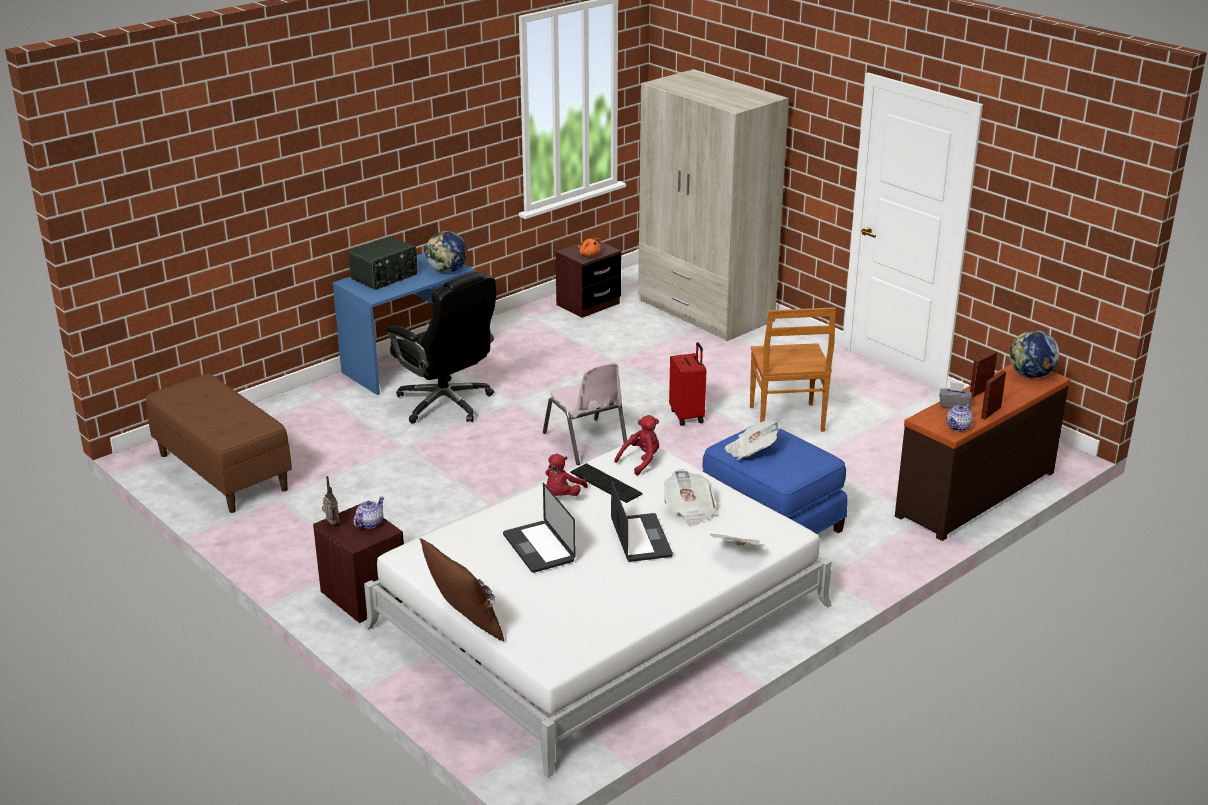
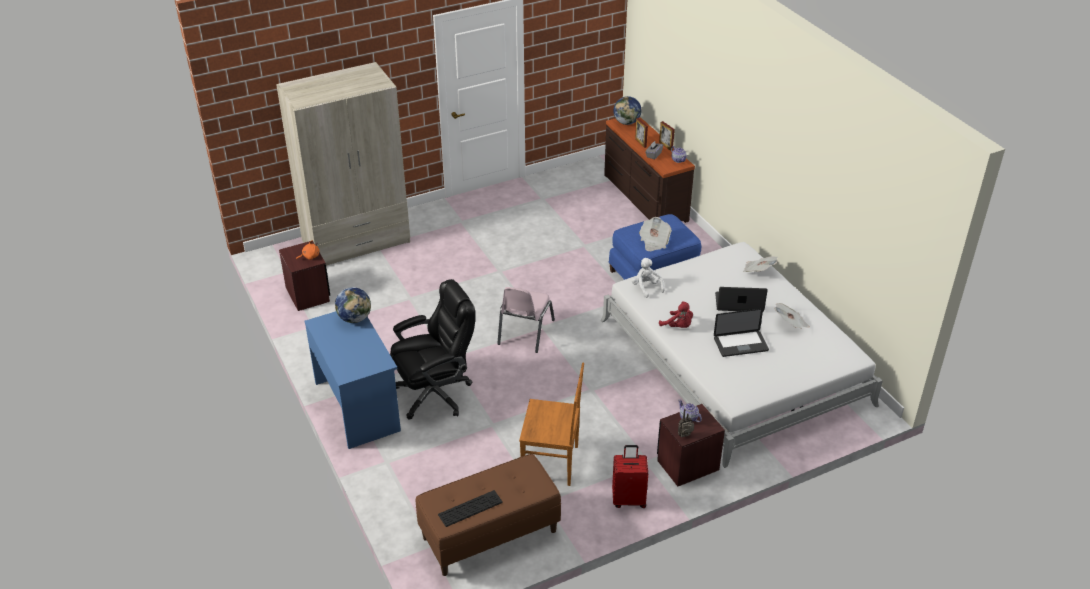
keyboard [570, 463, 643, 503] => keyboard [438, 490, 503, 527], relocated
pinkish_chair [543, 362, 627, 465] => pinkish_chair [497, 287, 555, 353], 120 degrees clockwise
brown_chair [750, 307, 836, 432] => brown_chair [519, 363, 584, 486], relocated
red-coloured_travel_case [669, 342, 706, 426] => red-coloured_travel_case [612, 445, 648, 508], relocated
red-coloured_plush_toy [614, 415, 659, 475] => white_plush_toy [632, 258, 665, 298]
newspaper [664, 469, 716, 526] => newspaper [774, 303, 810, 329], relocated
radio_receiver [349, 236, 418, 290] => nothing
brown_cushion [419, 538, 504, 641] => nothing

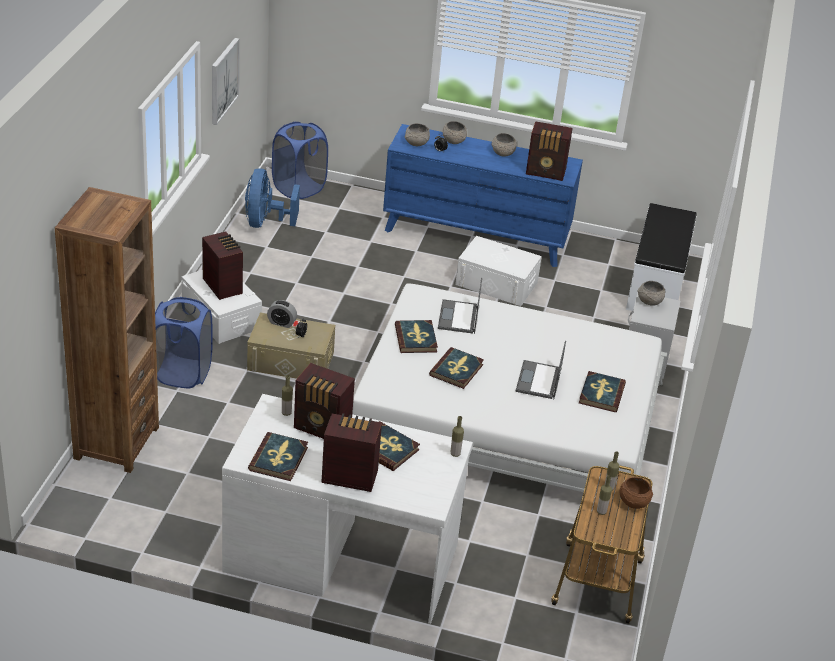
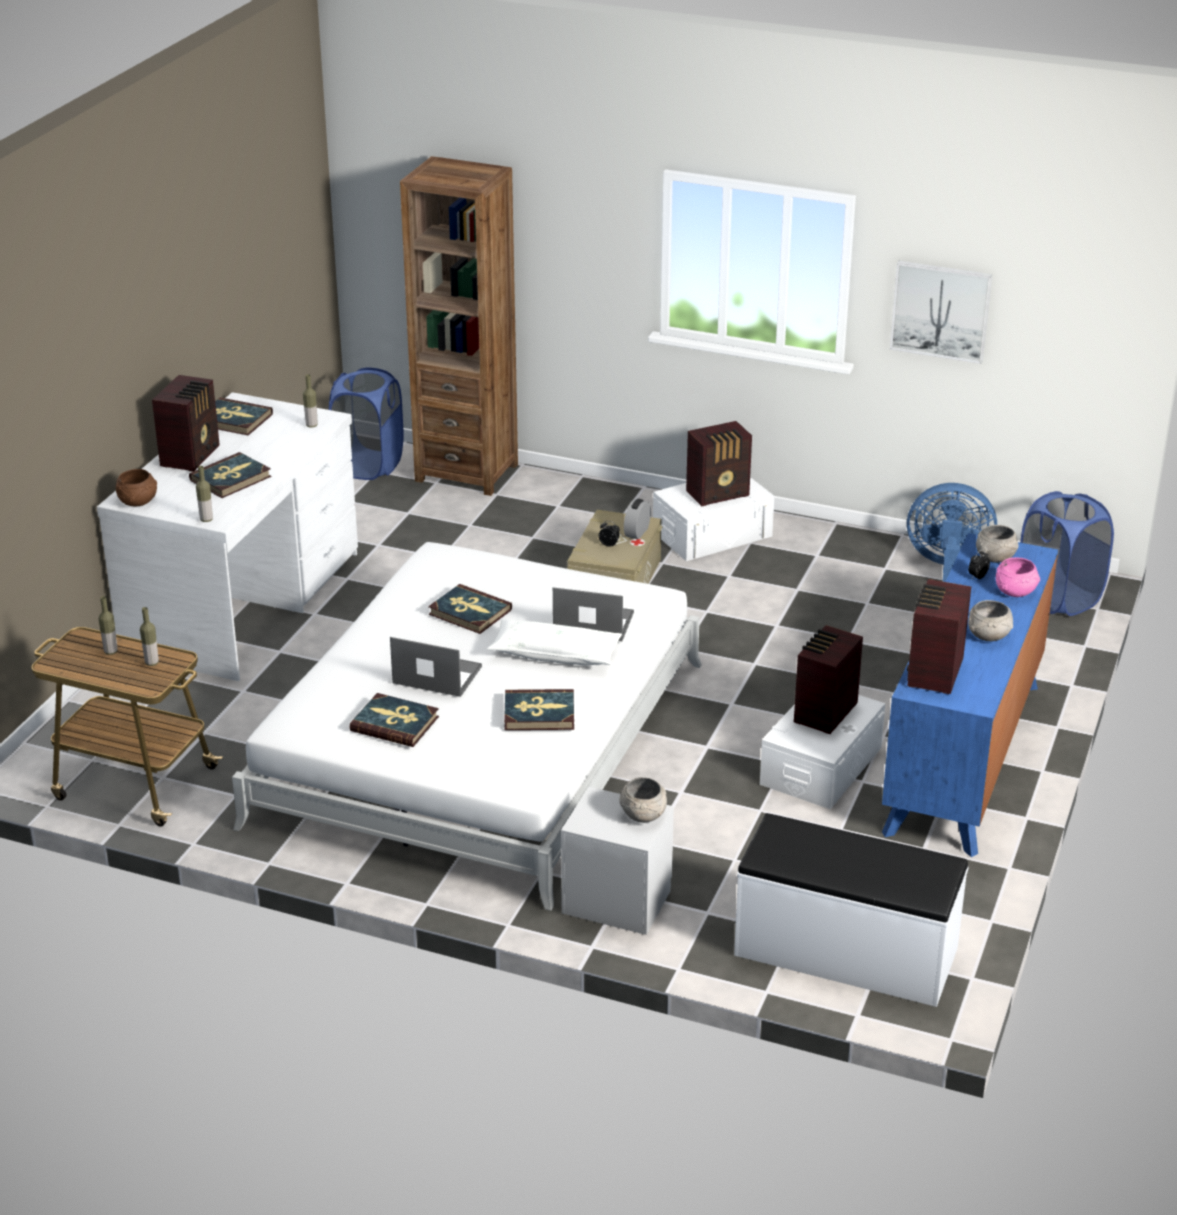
brown_bowl [619, 477, 653, 509] => brown_bowl [116, 469, 157, 506], relocated
bluish_laundry_basket [155, 297, 212, 388] => bluish_laundry_basket [329, 368, 404, 480], relocated
nothing => white_cushion [487, 618, 622, 665]
bound_book [395, 320, 438, 353] => bound_book [504, 689, 574, 730], relocated
radio_receiver [294, 363, 355, 439] => radio_receiver [794, 625, 863, 734], relocated
gray_bowl [442, 121, 467, 144] => pinkish_bowl [996, 557, 1040, 597]

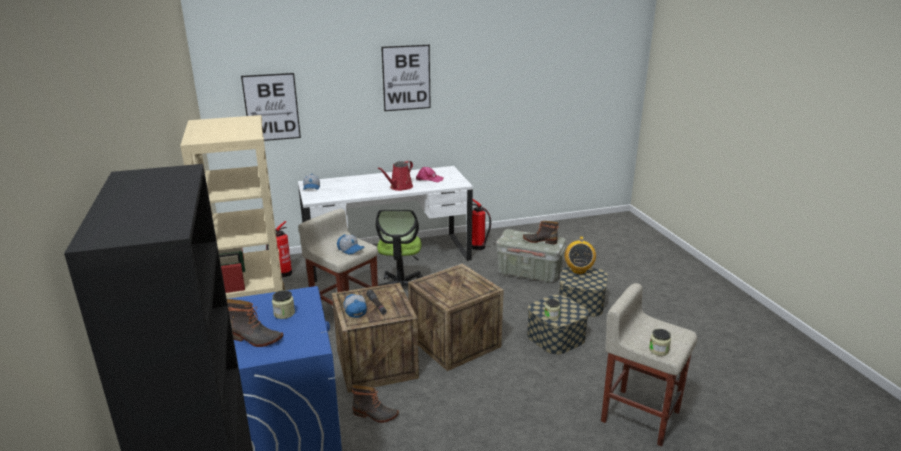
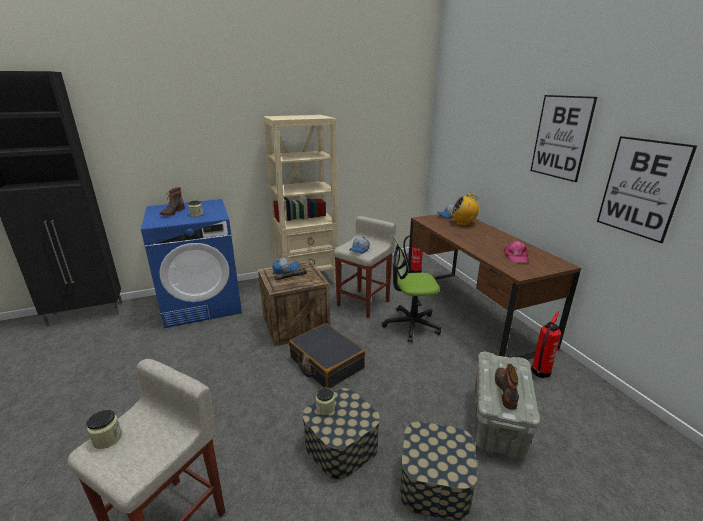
packing_crate [408, 264, 504, 371] => black_travel_case [289, 323, 365, 388]
white_desk_unit [298, 166, 473, 282] => brown_desk_unit [408, 214, 581, 360]
radio_receiver [564, 236, 596, 274] => radio_receiver [451, 194, 479, 226], relocated
wall_picture [241, 73, 301, 141] => wall_picture [597, 136, 697, 243], relocated
high-top_boot [352, 385, 399, 423] => nothing
red-coloured_watering_can [378, 161, 413, 191] => nothing

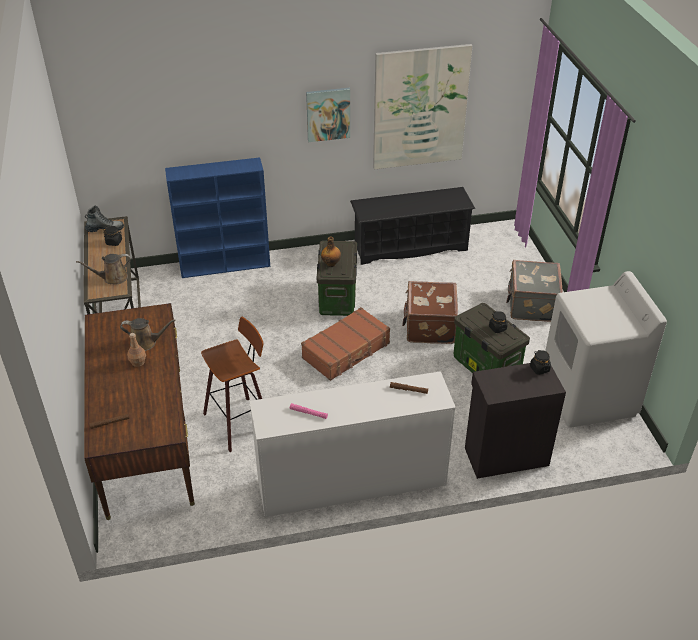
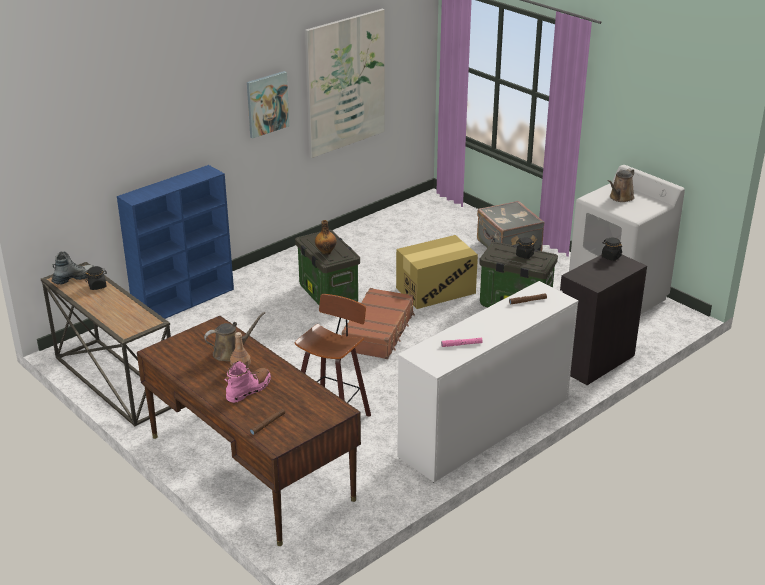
nothing => pinkish_high-top_boot [224, 361, 271, 403]
brown_travel_case [402, 281, 458, 344] => cardboard_box [396, 235, 478, 309]
brown_watering_can [76, 254, 131, 284] => brown_watering_can [608, 169, 635, 202], relocated
black_shoe_stand [350, 187, 475, 265] => nothing

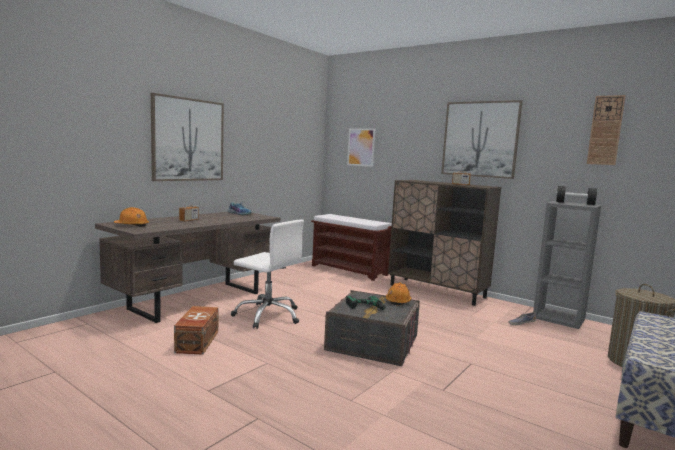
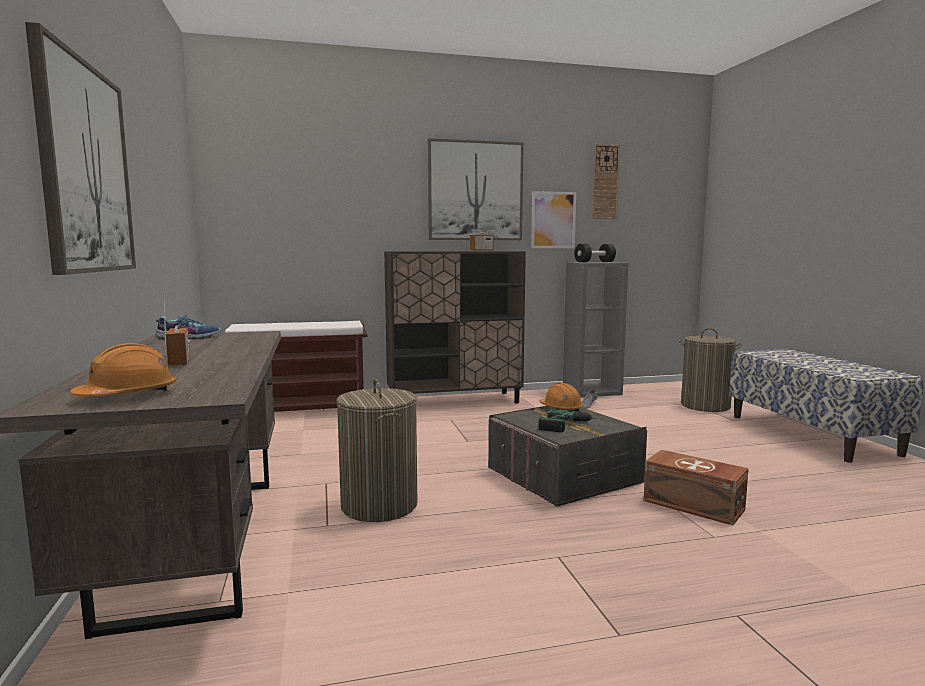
white_office_chair [231, 219, 304, 329] => laundry_basket [337, 379, 417, 522]
wall_picture [347, 128, 375, 167] => wall_picture [531, 191, 576, 248], relocated
brown_storage_container [174, 306, 219, 355] => brown_storage_container [643, 450, 749, 525], relocated

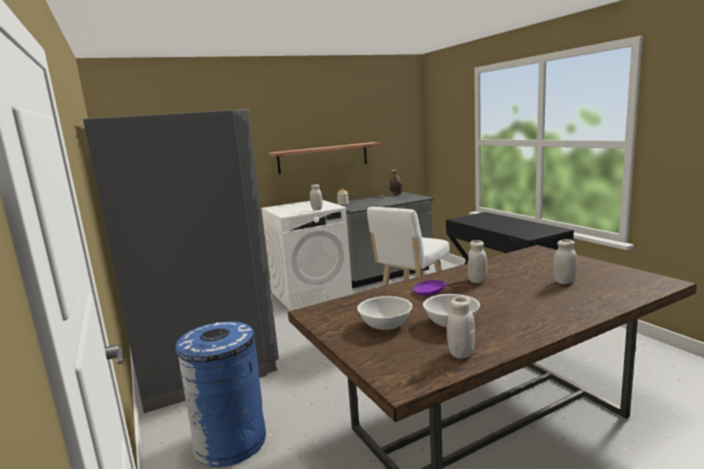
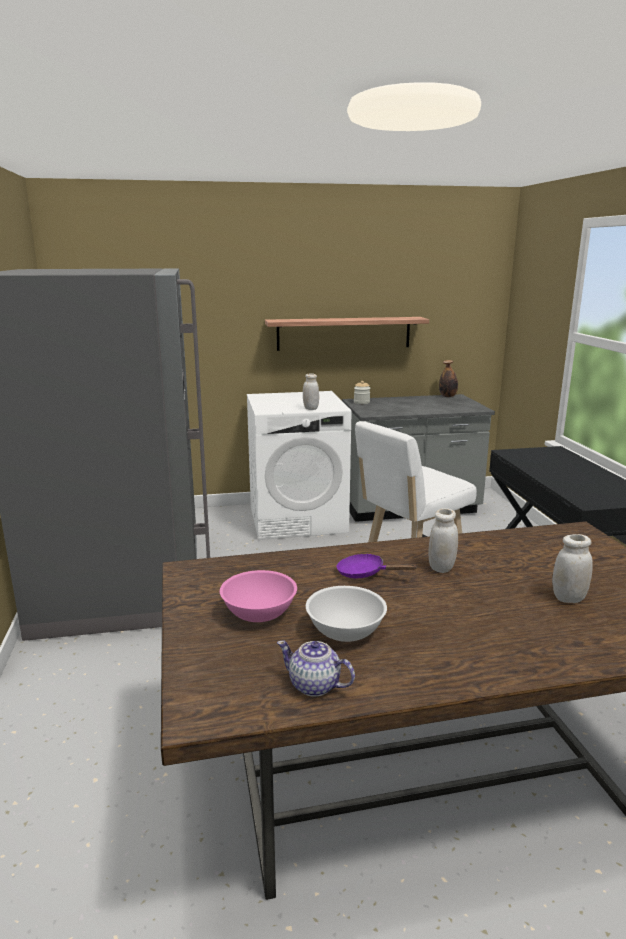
white_bowl [357, 296, 412, 330] => pinkish_bowl [220, 570, 297, 622]
white_jar [447, 297, 475, 359] => tea_pot [277, 640, 355, 697]
bluish_rubbish_bin [175, 321, 266, 467] => nothing

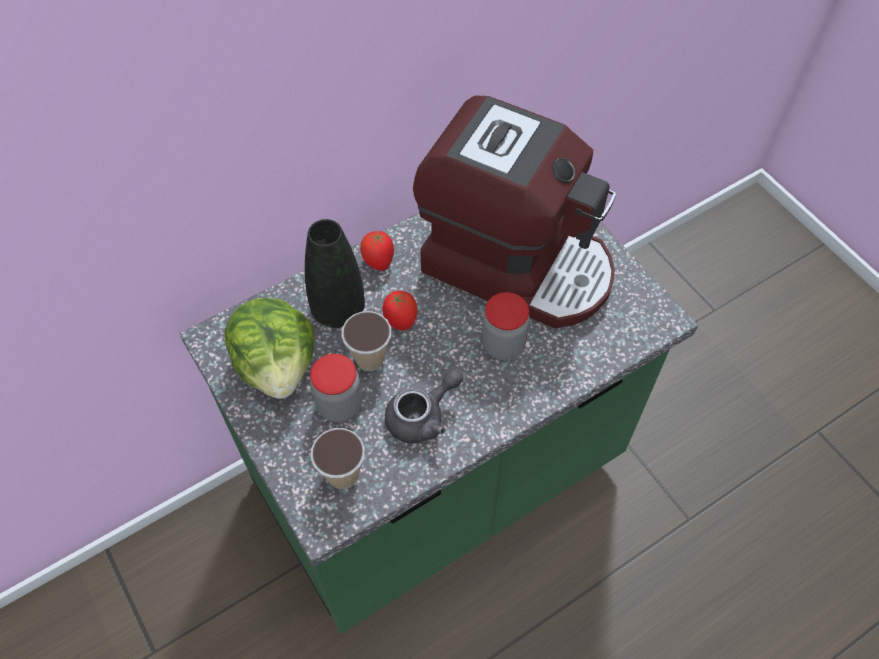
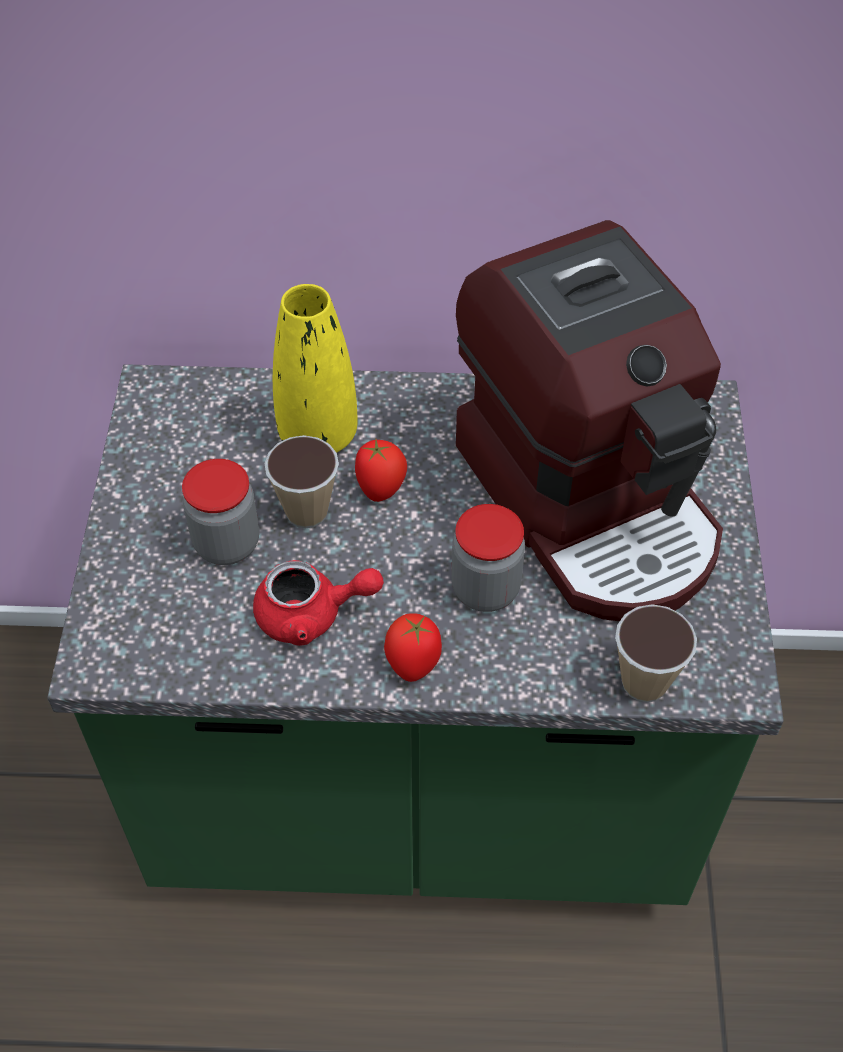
gray_tea_pot [385, 369, 463, 443] => red-coloured_tea_pot [253, 560, 384, 646]
black_vase [305, 219, 365, 328] => yellow_vase [273, 284, 357, 453]
fresh_tomato [360, 231, 394, 271] => fresh_tomato [384, 613, 442, 682], relocated
small_cup [310, 428, 365, 489] => small_cup [615, 604, 697, 702], relocated
lettuce [225, 298, 314, 399] => nothing

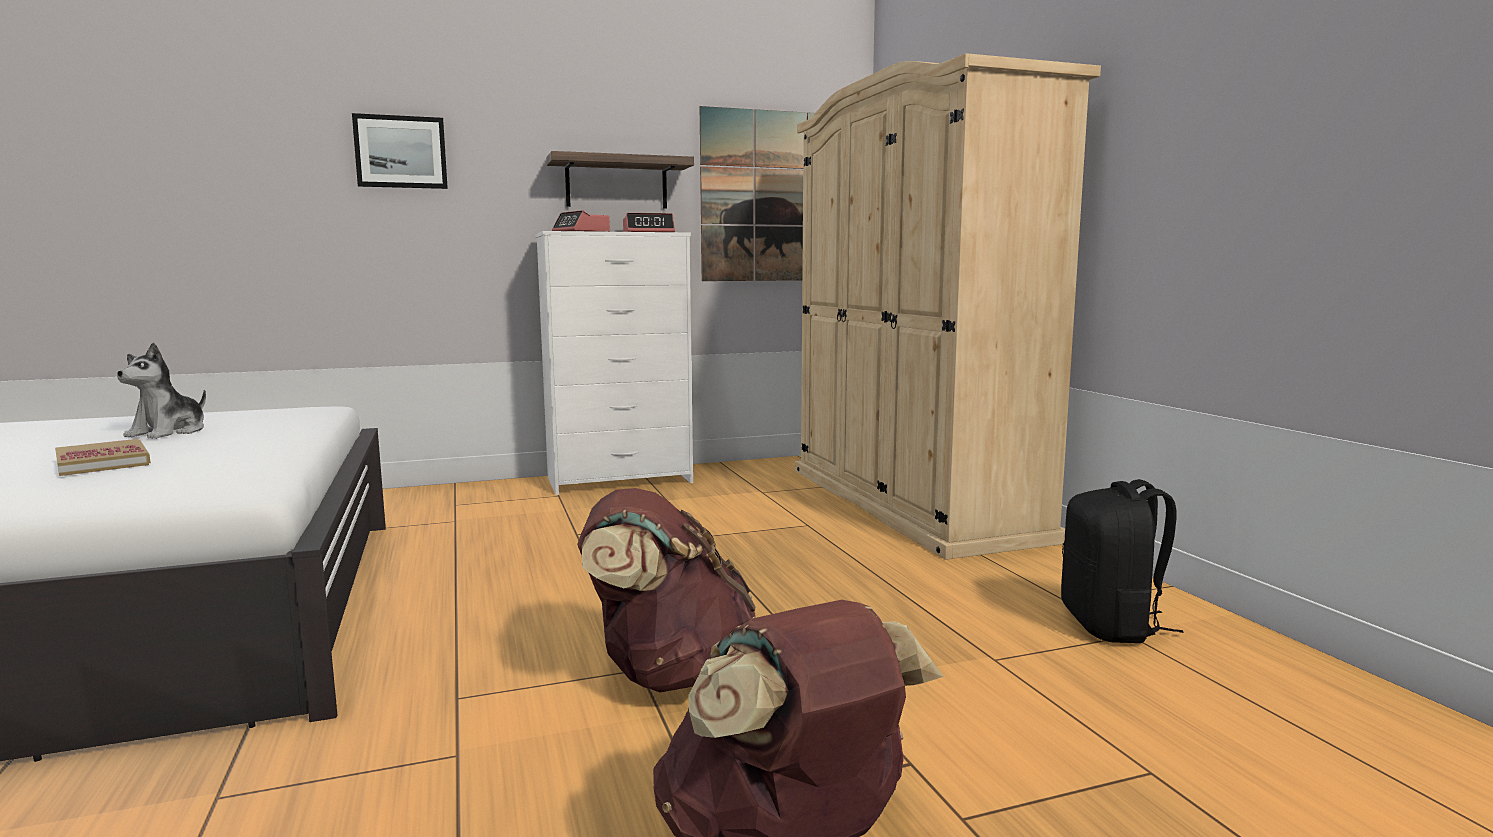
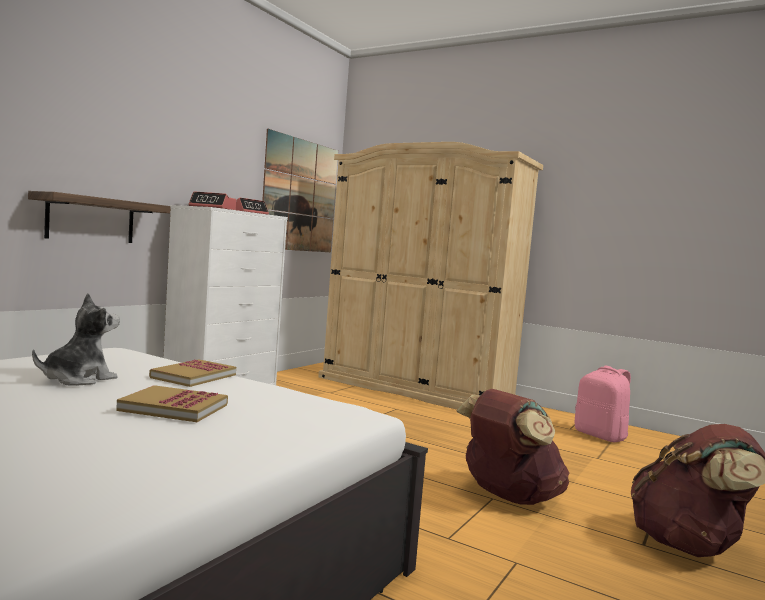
shelf [546, 151, 694, 209] => shelf [28, 191, 171, 243], relocated
plush_toy [117, 342, 206, 439] => plush_toy [32, 293, 120, 386], 120 degrees counterclockwise
nothing => bound_book [149, 359, 236, 387]
black_rucksack [1061, 479, 1183, 643] => pinkish_rucksack [575, 366, 631, 442]
wall_picture [352, 113, 448, 189] => nothing

